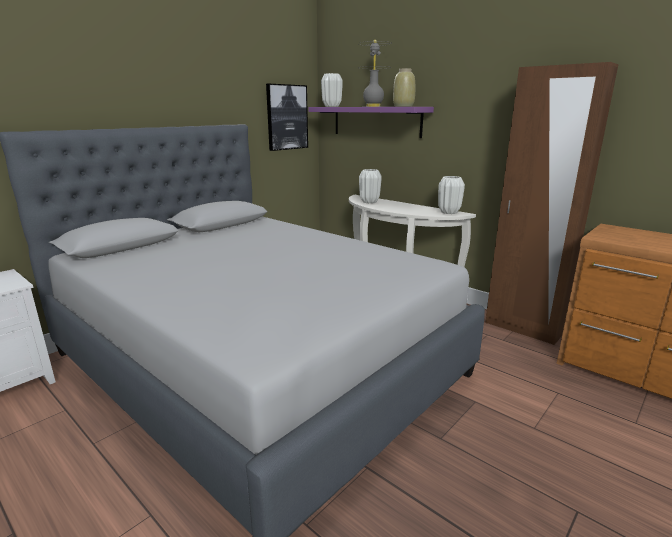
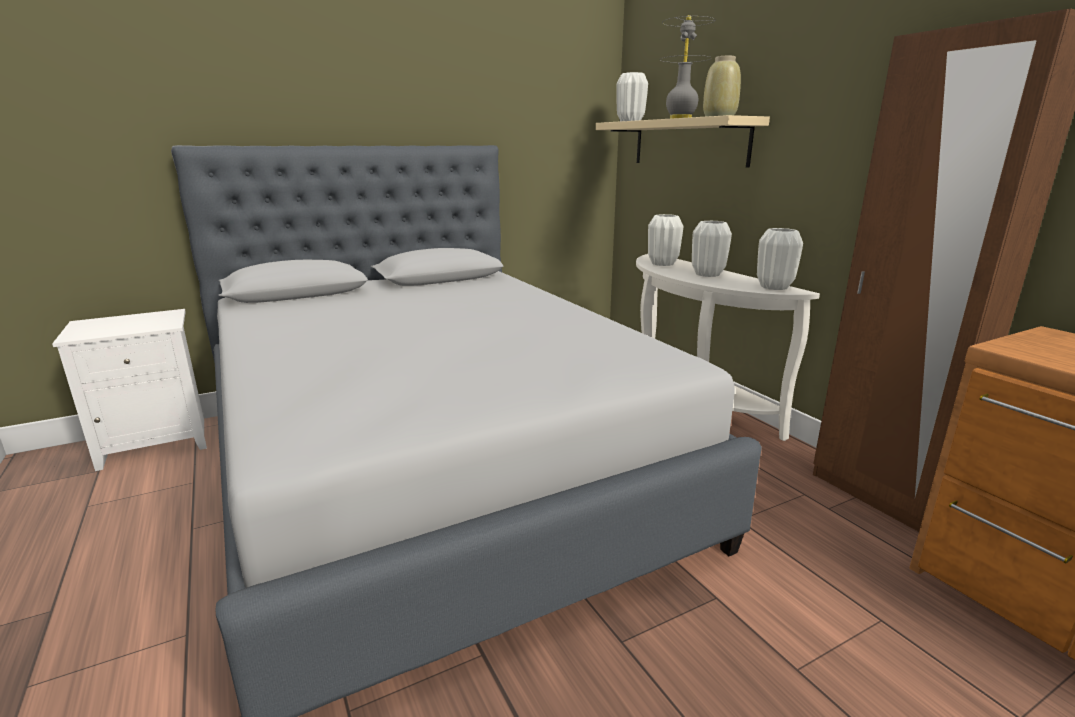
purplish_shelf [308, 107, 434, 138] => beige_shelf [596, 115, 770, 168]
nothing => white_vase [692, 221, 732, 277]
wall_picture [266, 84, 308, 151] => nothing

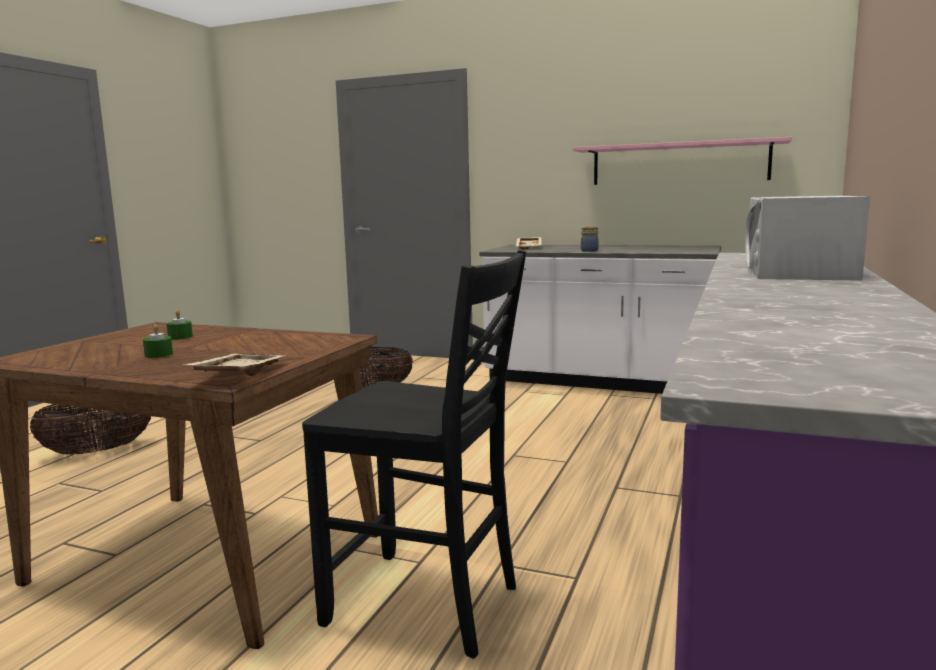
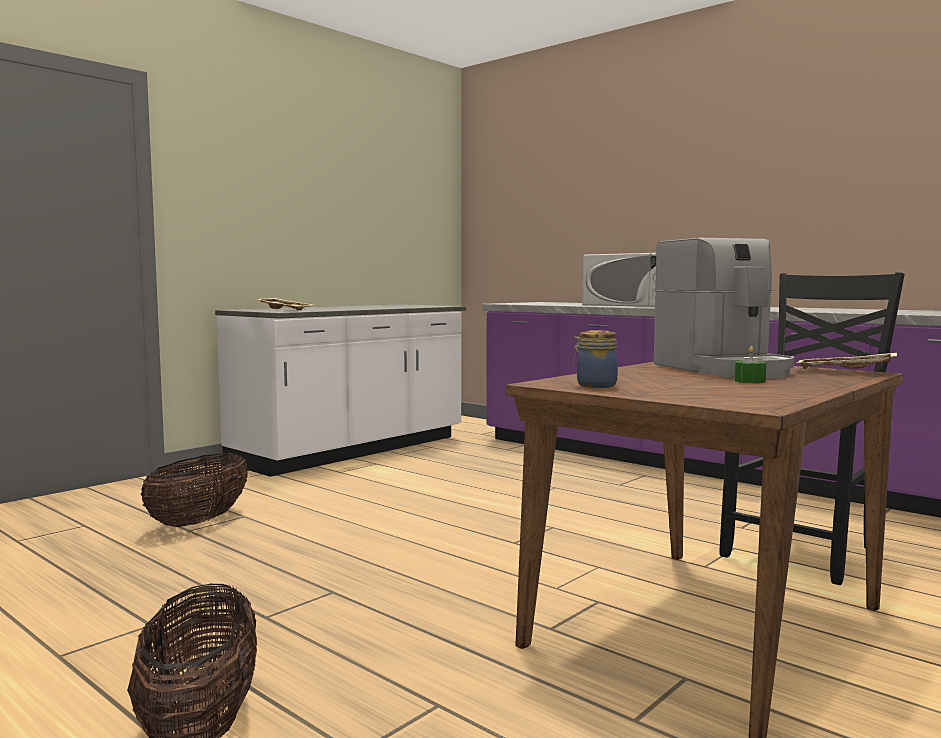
jar [581, 226, 599, 252] => jar [573, 330, 618, 388], relocated
nothing => coffee_machine [654, 238, 794, 378]
green_wax_light [166, 310, 193, 340] => nothing
pinkish_shelf [573, 137, 792, 185] => nothing

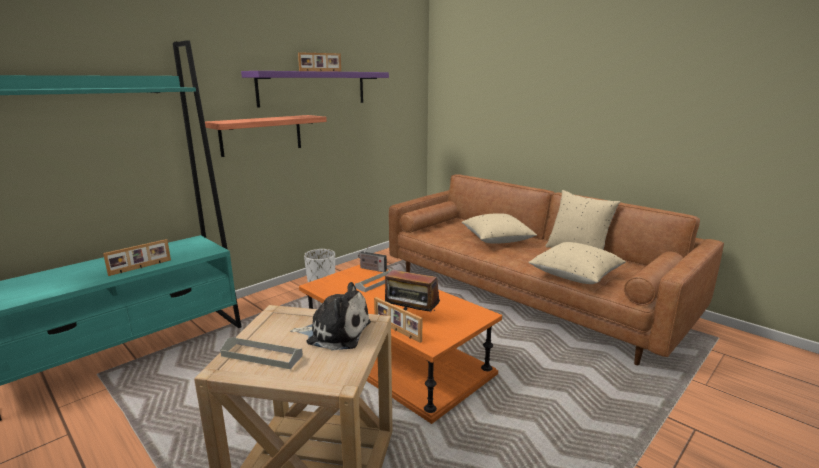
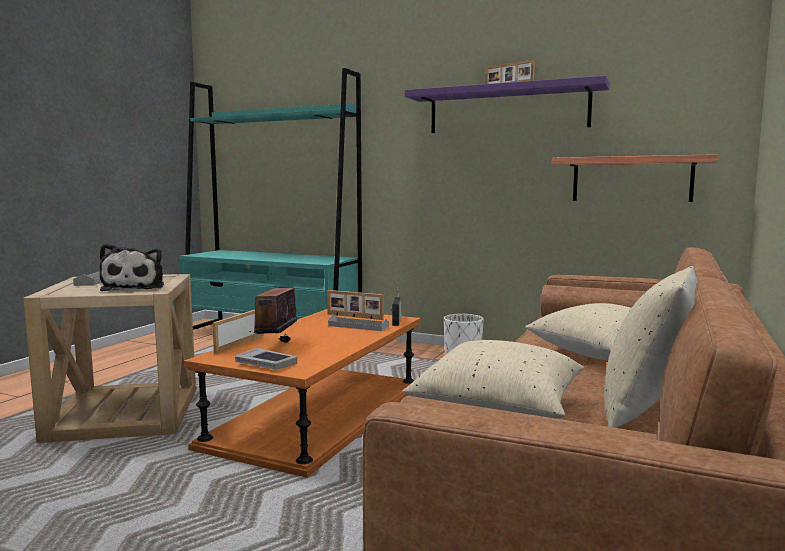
nothing => bound_book [235, 348, 297, 370]
photo_frame [103, 239, 171, 276] => photo_frame [327, 290, 384, 320], relocated
shelf [205, 115, 327, 157] => shelf [552, 154, 718, 202], relocated

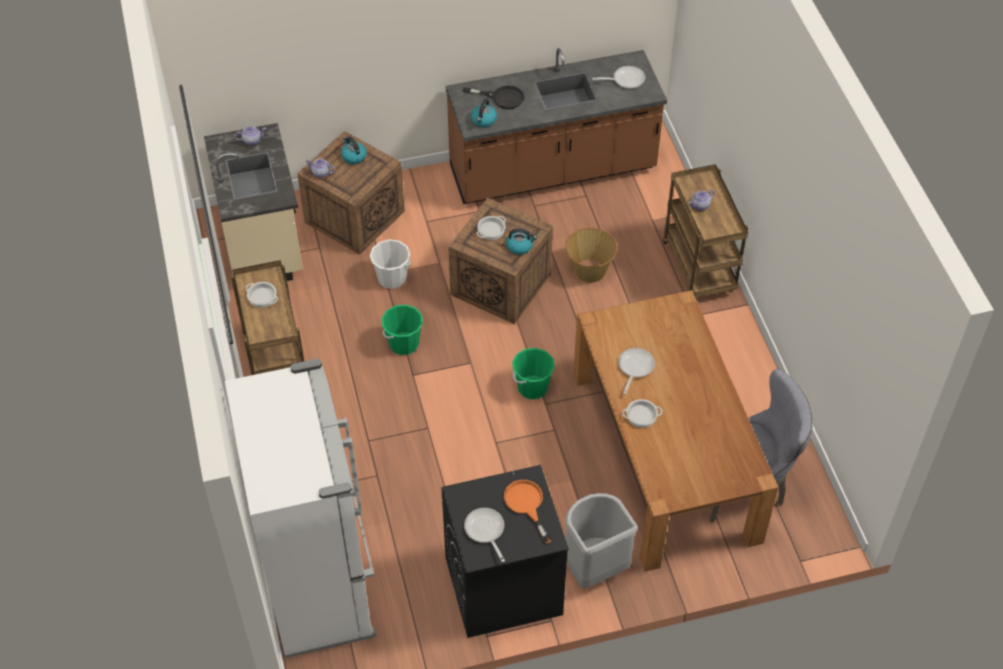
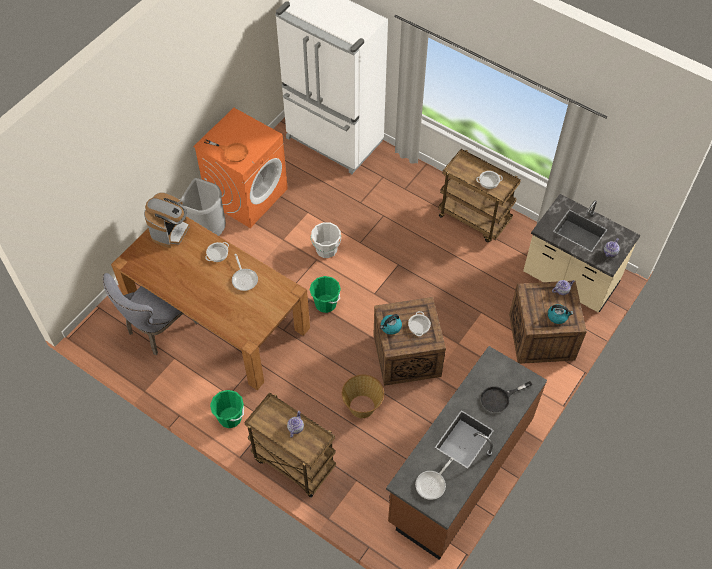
nothing => coffee_machine [144, 192, 190, 248]
black_laundry_appliance [441, 465, 569, 638] => orange_laundry_appliance [193, 108, 288, 228]
green_bucket [382, 305, 423, 355] => green_bucket [210, 390, 244, 428], relocated
white_bucket [370, 239, 411, 289] => white_bucket [311, 223, 341, 258], relocated
pan [464, 508, 505, 562] => nothing
tea_kettle [471, 99, 497, 127] => nothing

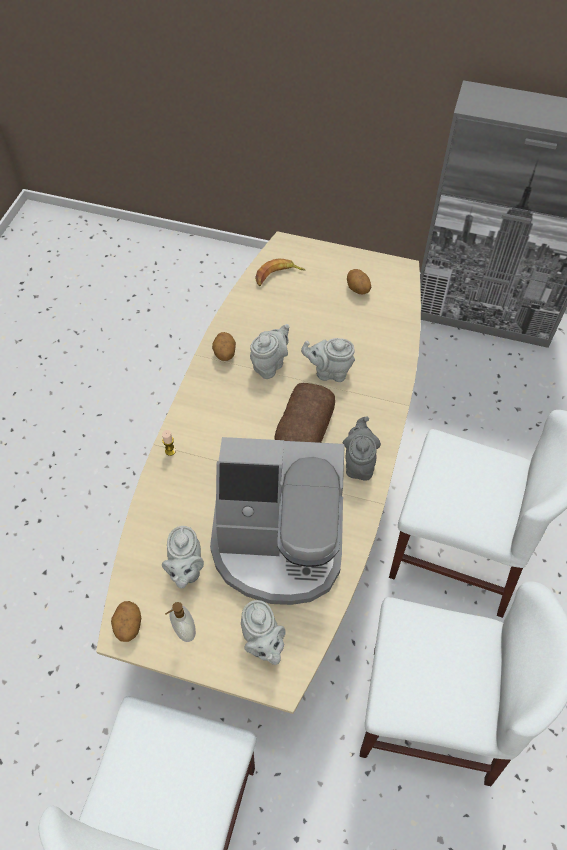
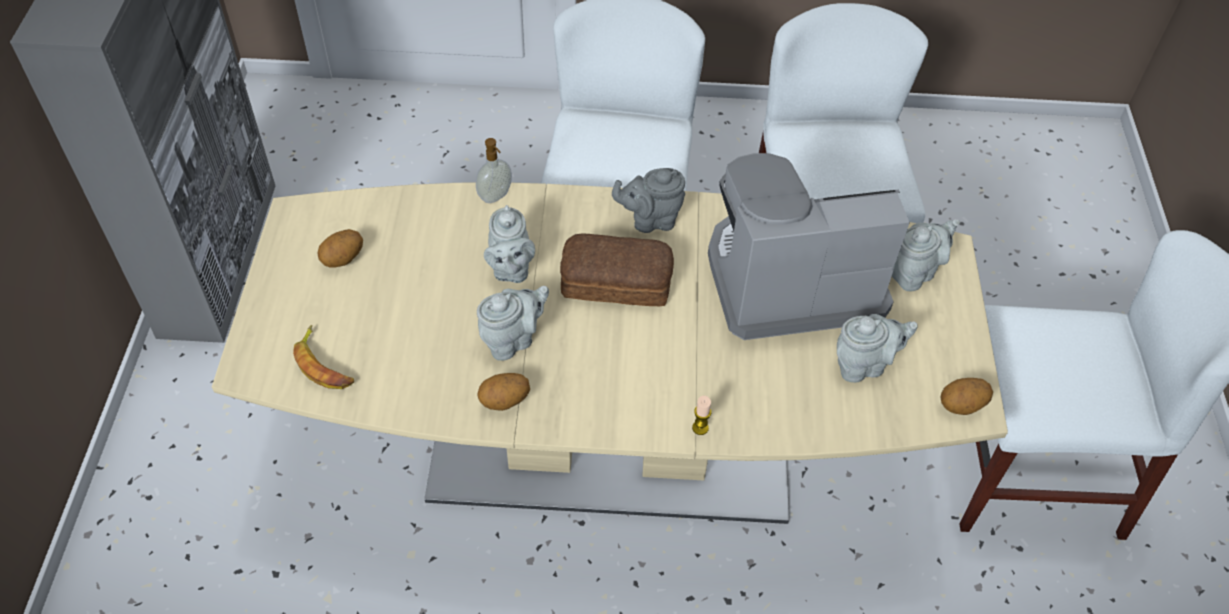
liquid_soap_bottle [165, 602, 196, 642] => liquid_soap_bottle [476, 138, 512, 203], relocated
gray_tea_pot [250, 324, 290, 379] => gray_tea_pot [477, 286, 549, 361], 120 degrees clockwise
coffee_machine [210, 437, 345, 605] => coffee_machine [708, 153, 910, 340], 90 degrees counterclockwise

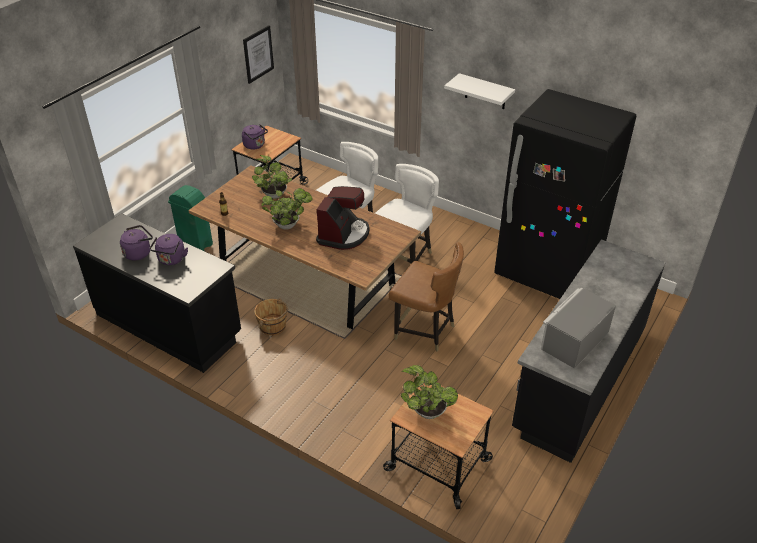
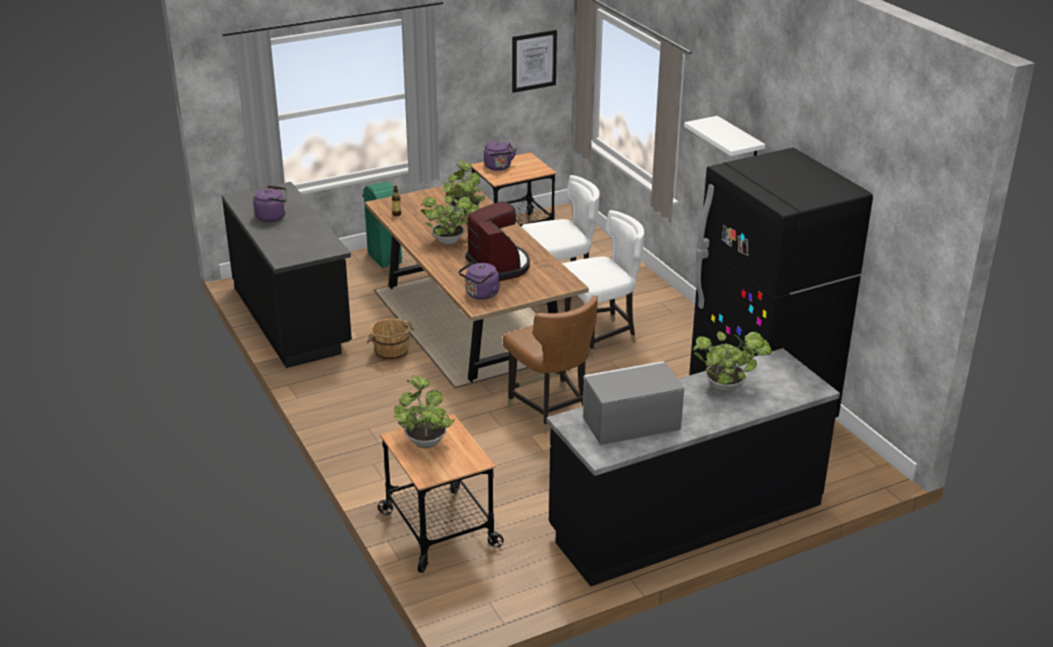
purplish_tea_kettle [150, 234, 188, 265] => purplish_tea_kettle [459, 262, 500, 300], relocated
coffee_machine [316, 186, 370, 250] => coffee_machine [466, 201, 530, 282], 75 degrees counterclockwise
nothing => plant_in_a_pot [693, 331, 772, 393]

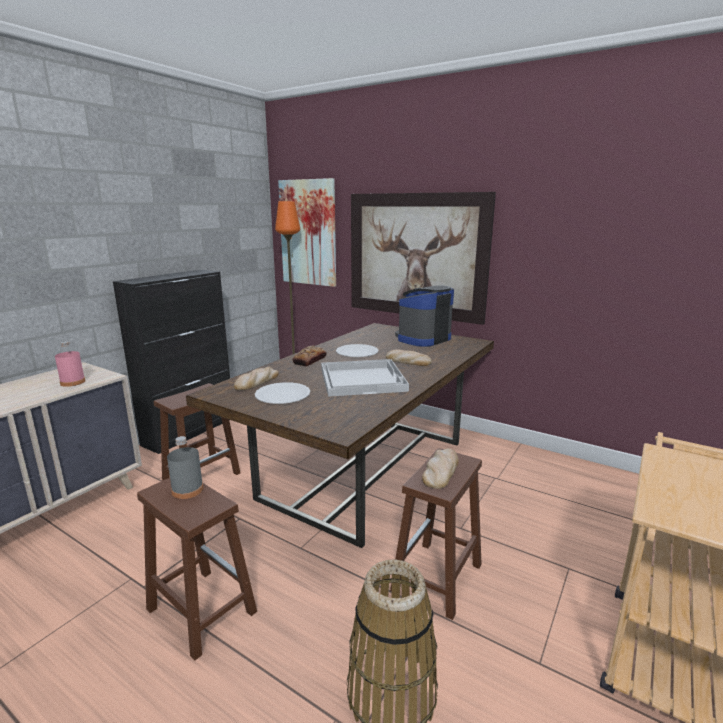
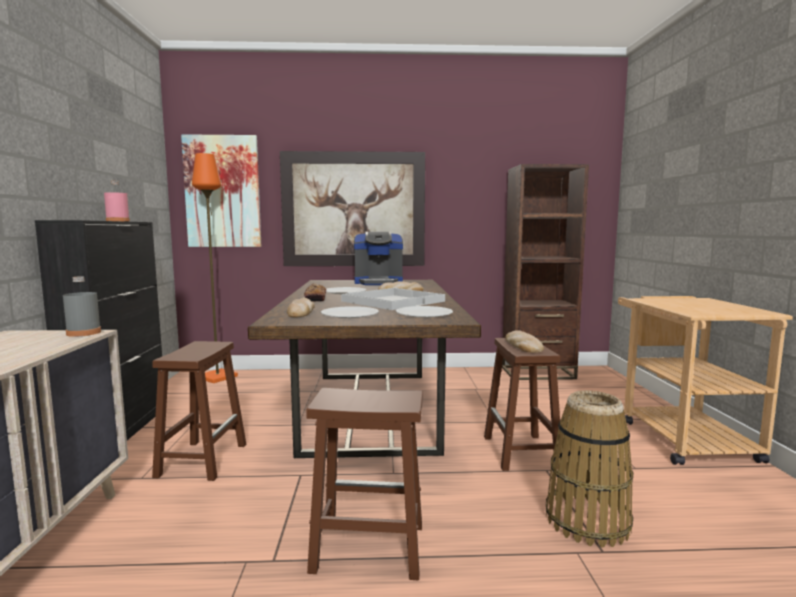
gray_drink_bottle [167, 436, 204, 499] => gray_drink_bottle [63, 276, 101, 337], relocated
pinkish_drink_bottle [55, 341, 85, 387] => pinkish_drink_bottle [104, 181, 130, 222], relocated
coffee_machine [395, 285, 454, 347] => coffee_machine [354, 232, 403, 285], 105 degrees counterclockwise
nothing => white_plate [396, 306, 453, 318]
nothing => brown_bookshelf [502, 164, 589, 380]

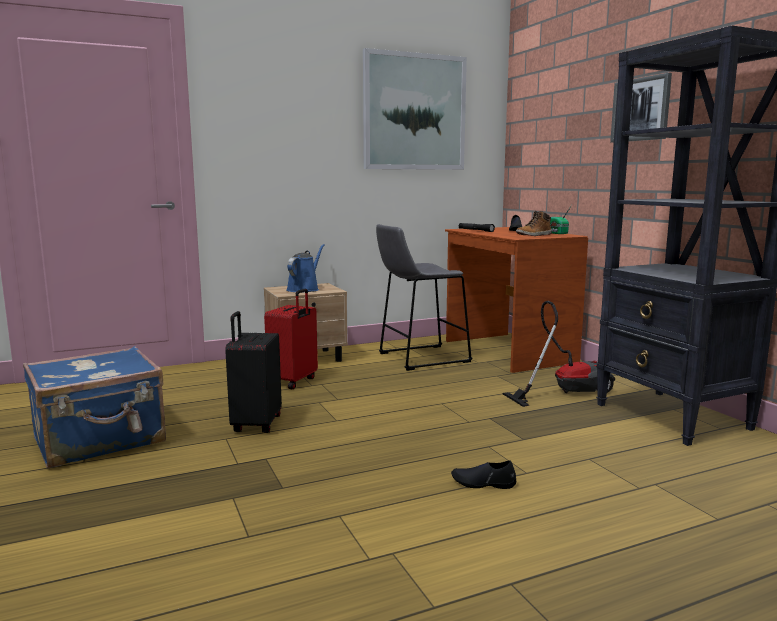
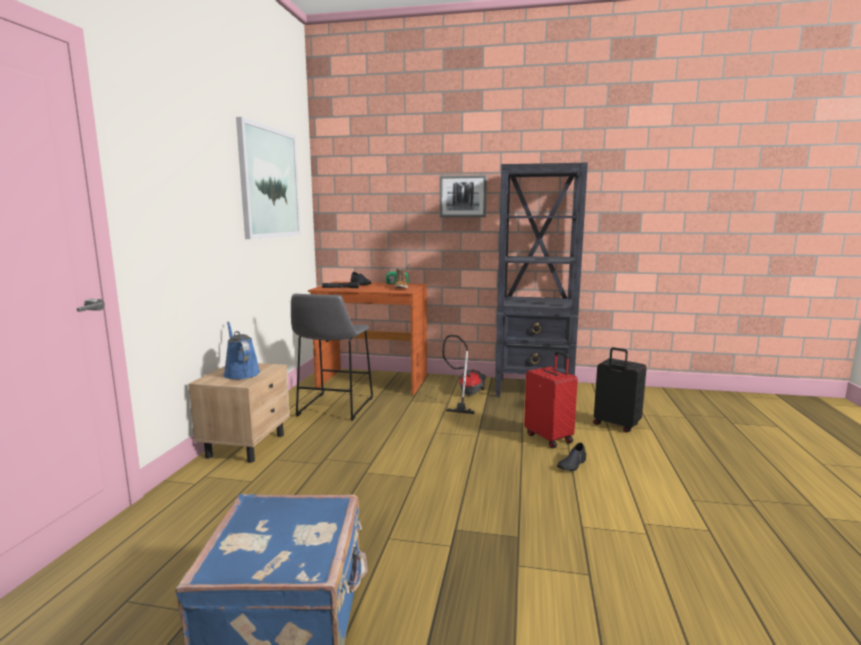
red-coloured_travel_case [264, 289, 318, 389] => red-coloured_travel_case [524, 351, 578, 448], relocated
black_travel_case [225, 311, 282, 433] => black_travel_case [593, 347, 647, 432], relocated

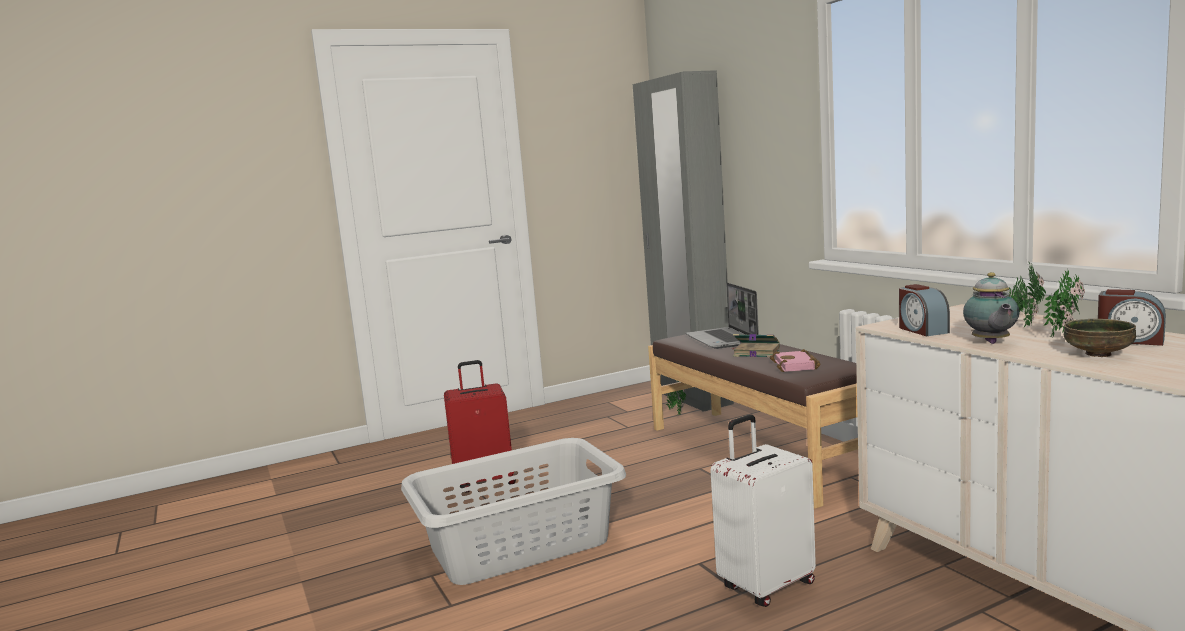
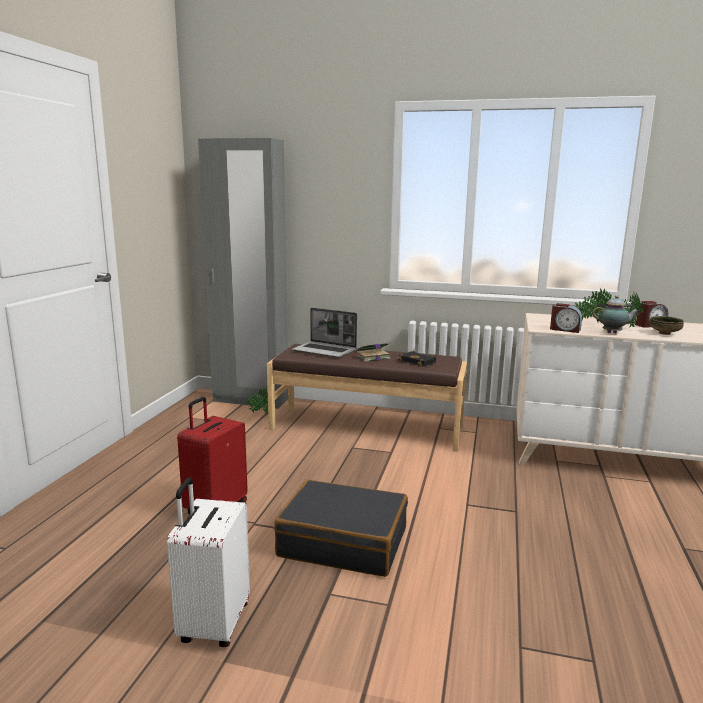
white_travel_case [710, 414, 816, 607] => white_travel_case [167, 477, 250, 647], relocated
gray_laundry_basket [401, 438, 626, 585] => black_travel_case [274, 480, 408, 577]
pinkish_bound_book [770, 349, 820, 372] => black_bound_book [398, 350, 437, 367]
tea_pot [963, 272, 1020, 344] => tea_pot [592, 295, 639, 333], 45 degrees counterclockwise

